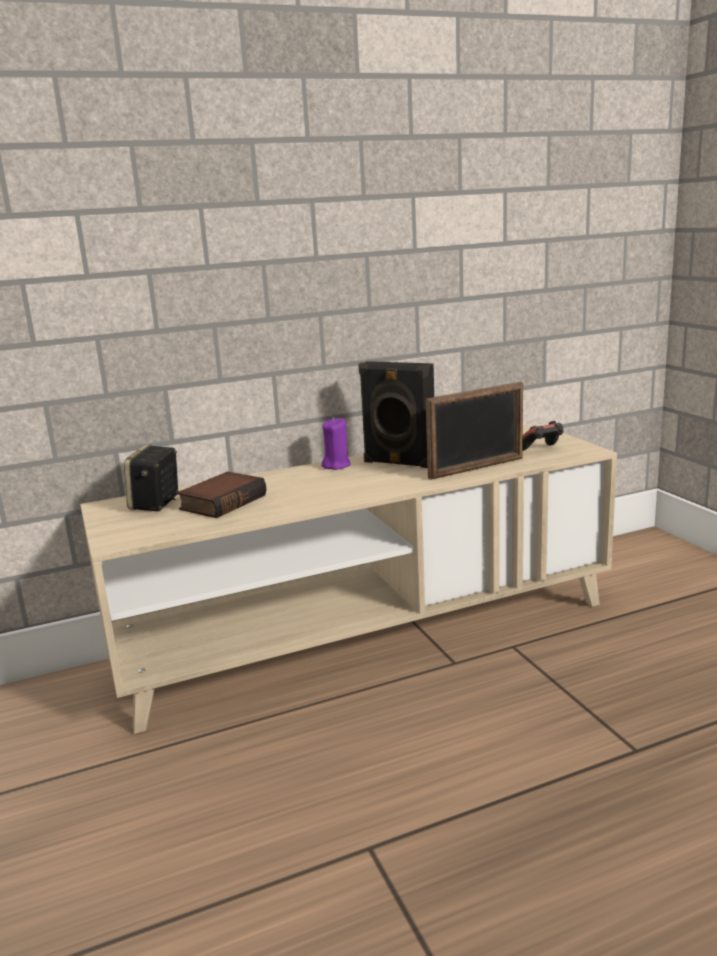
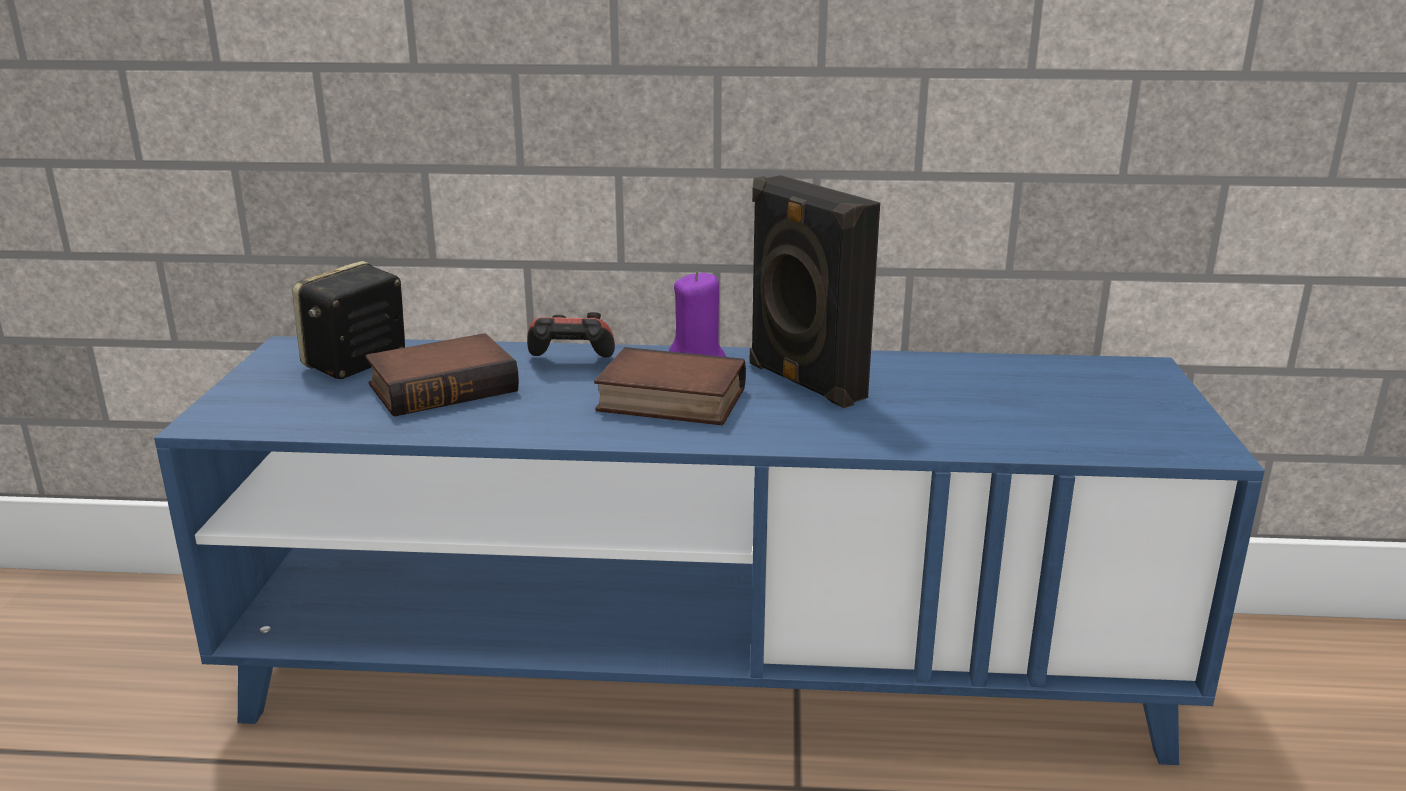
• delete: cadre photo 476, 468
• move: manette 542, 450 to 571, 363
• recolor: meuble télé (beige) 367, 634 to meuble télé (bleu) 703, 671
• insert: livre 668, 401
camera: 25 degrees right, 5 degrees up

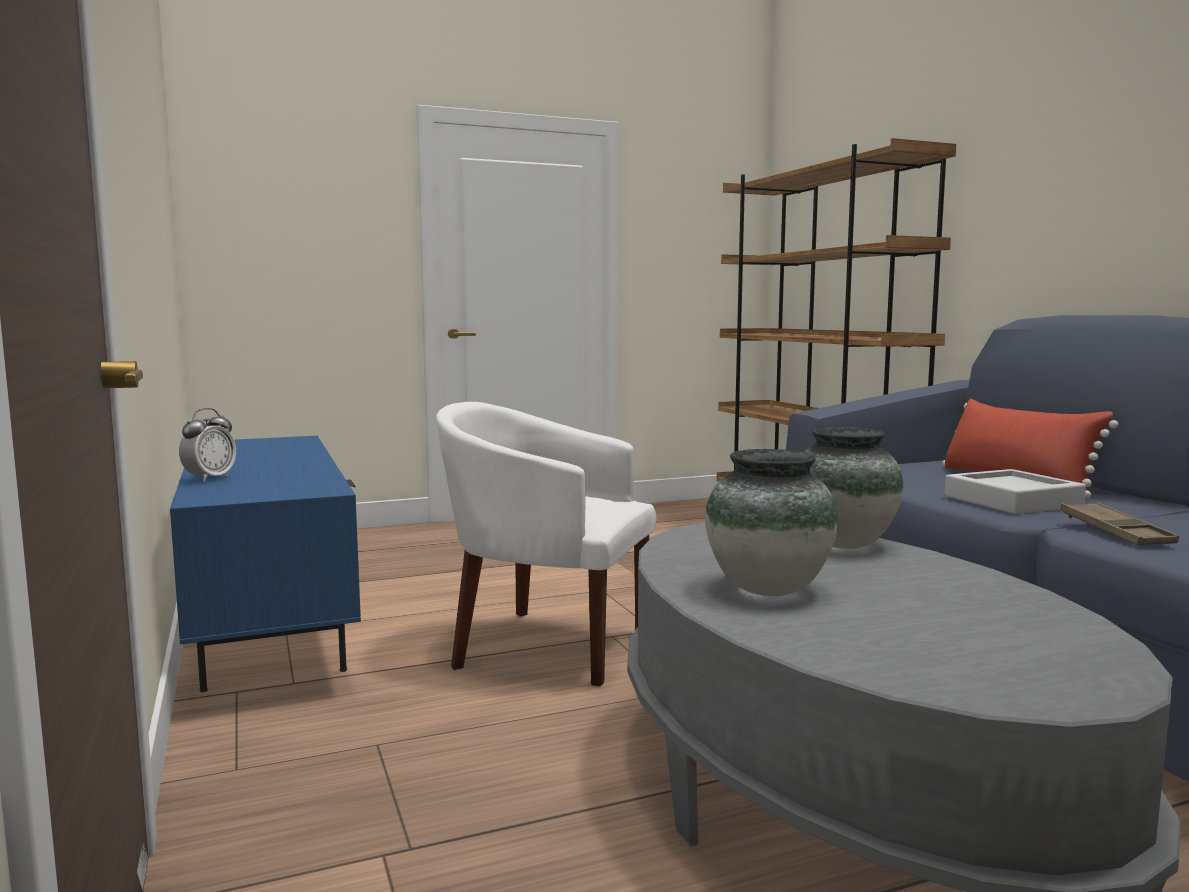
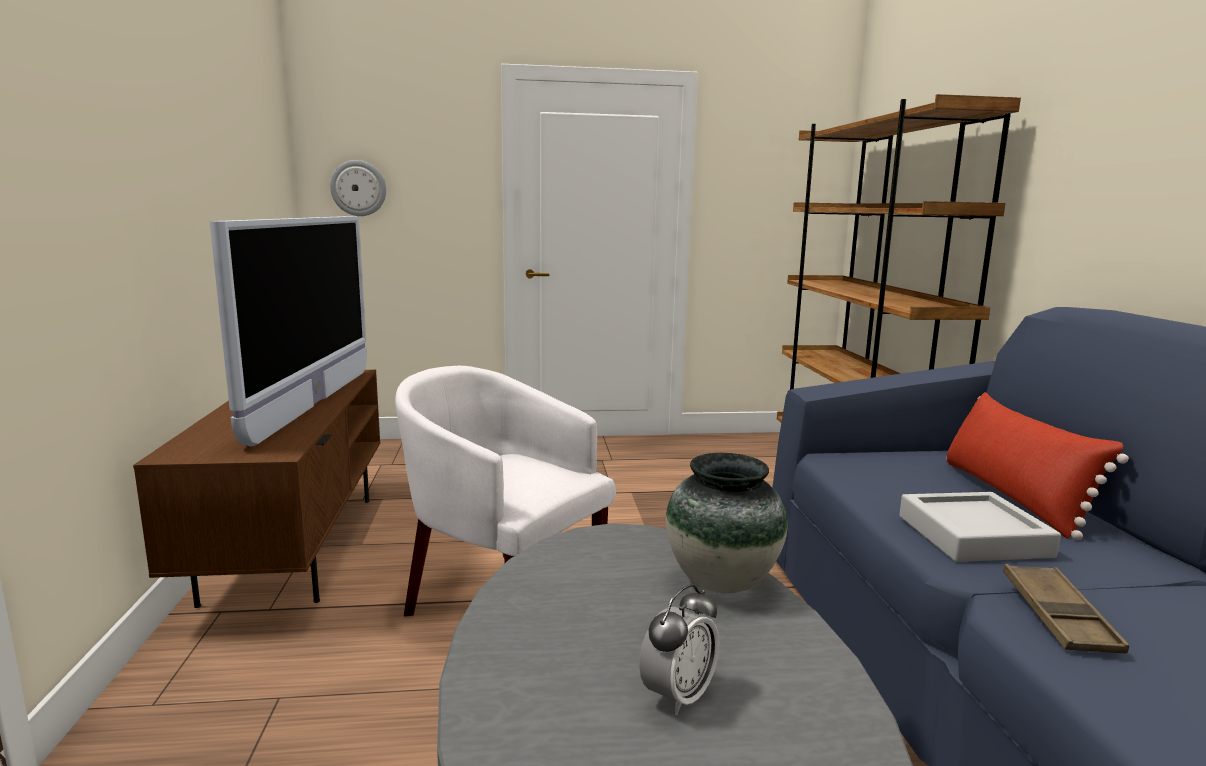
• move: réveil 210, 478 to 678, 695
• recolor: meuble télé (bleu) 268, 631 to meuble télé (marron) 294, 545
• delete: vase 767, 588
• insert: horloge murale 358, 188
• insert: téléviseur 314, 403
camera: 15 degrees right, 5 degrees up

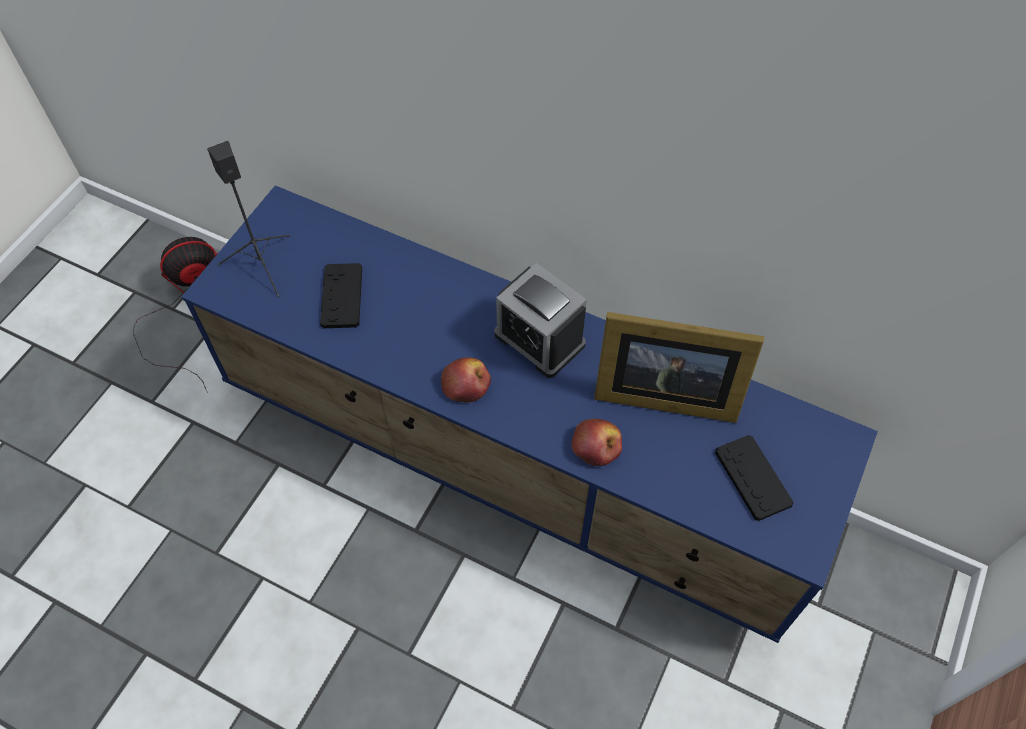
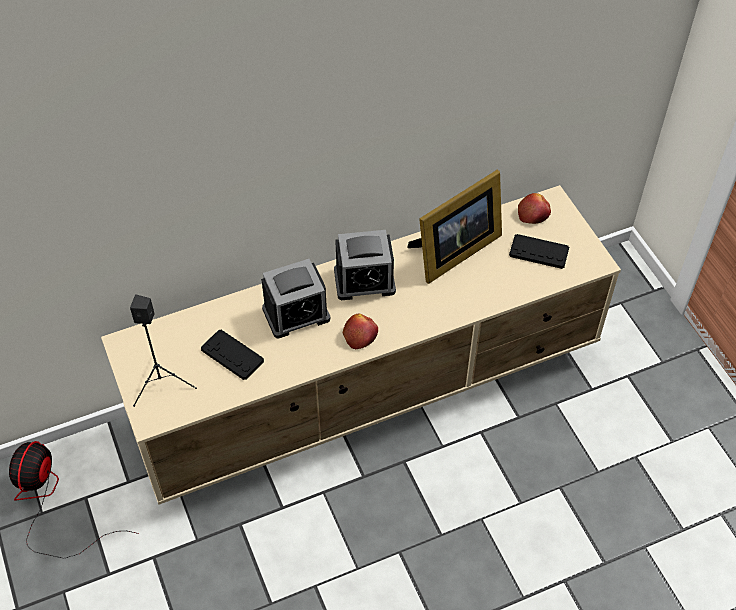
• recolor: meuble télé (bleu) 516, 464 to meuble télé (beige) 370, 392
• move: pomme 596, 446 to 533, 213
• insert: réveil 296, 314
camera: 50 degrees left, 5 degrees down

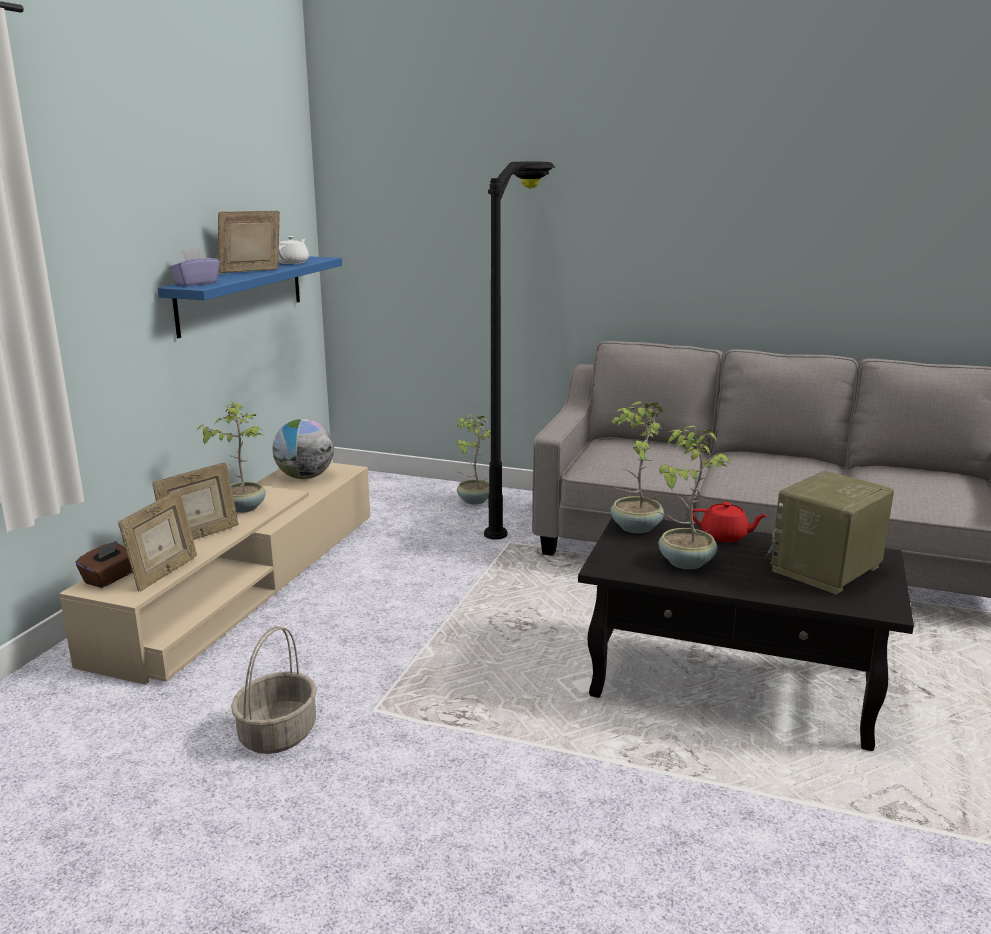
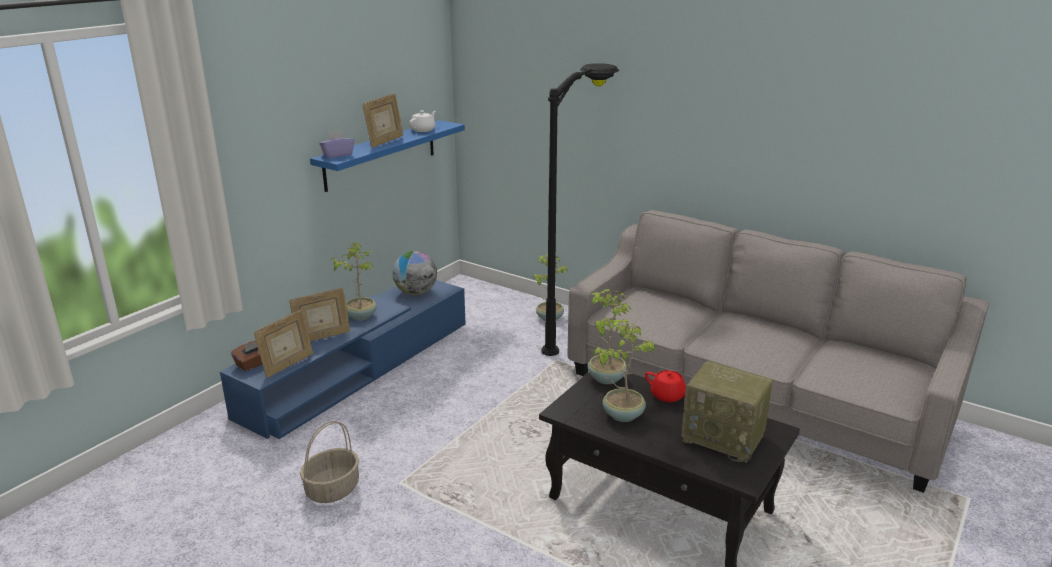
• rotate: cadre photo 251, 272 = 385, 142 150 degrees clockwise
• recolor: meuble télé (beige) 245, 582 to meuble télé (bleu) 359, 368
• rotate: radio 825, 570 = 724, 438 120 degrees counterclockwise
camera: 15 degrees right, 5 degrees up

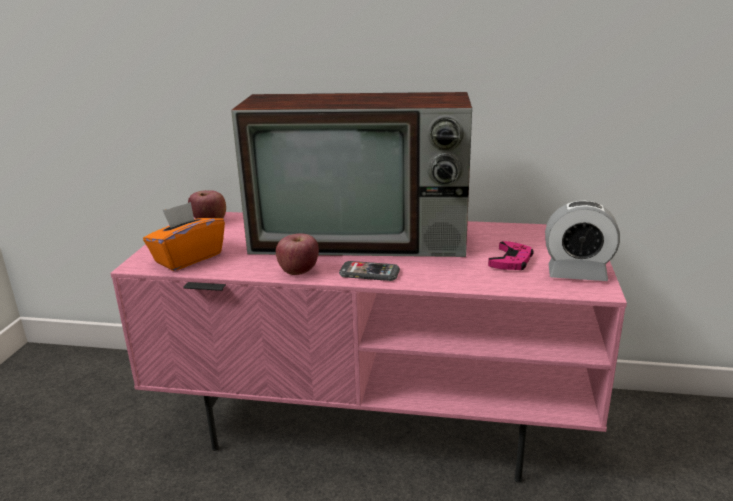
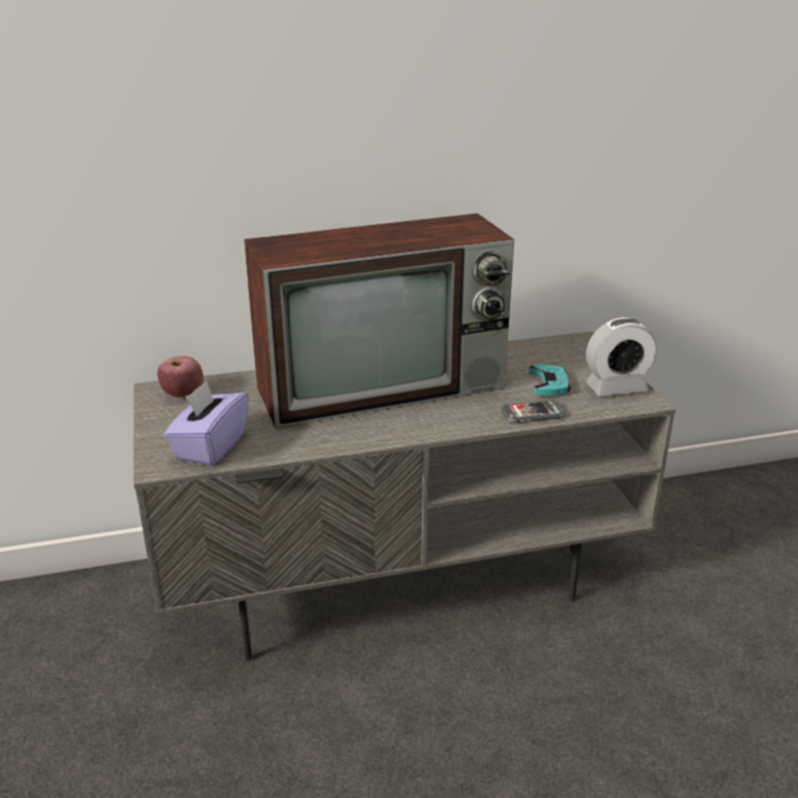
• recolor: boîte à mouchoirs (orange) 188, 258 to boîte à mouchoirs (violet) 210, 446
• recolor: meuble télé (rose) 374, 418 to meuble télé (gris) 399, 577
• delete: pomme 298, 271
• recolor: manette (rose) 511, 261 to manette (turquoise) 549, 385
• move: téléphone 369, 273 to 532, 414
camera: 25 degrees left, 5 degrees up

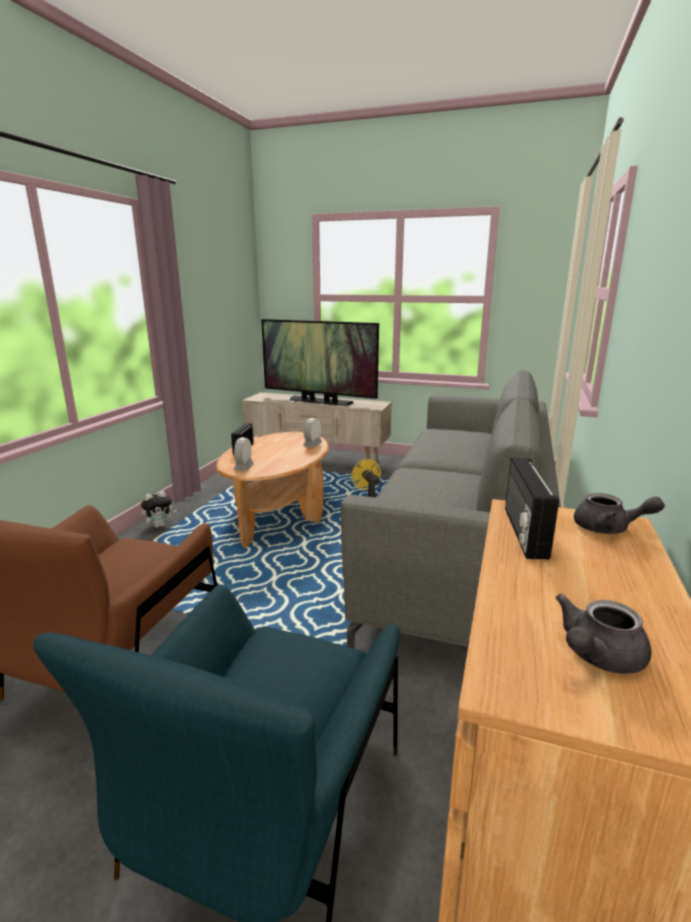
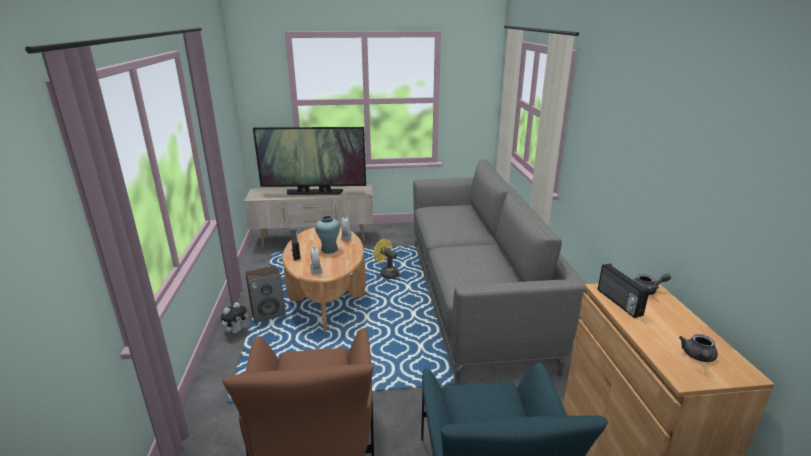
• insert: vase (turquoise) 329, 249
• insert: enceinte 268, 313
camera: 25 degrees left, 5 degrees up

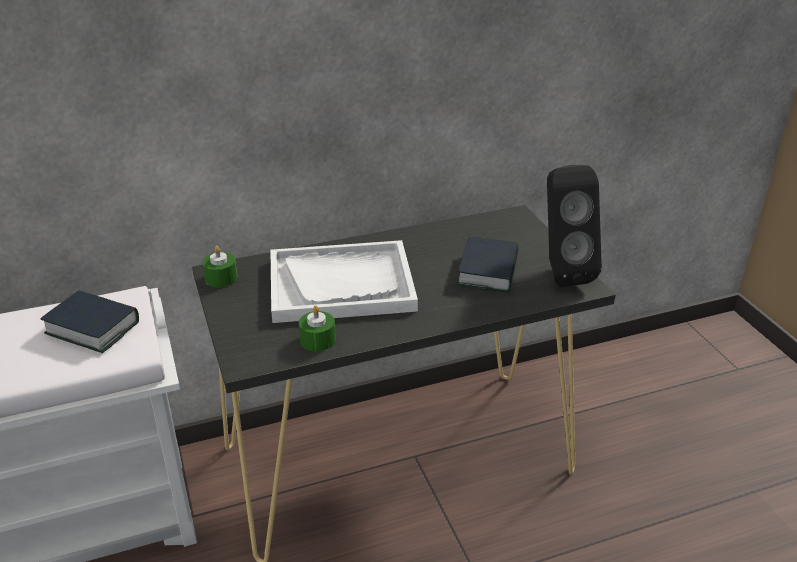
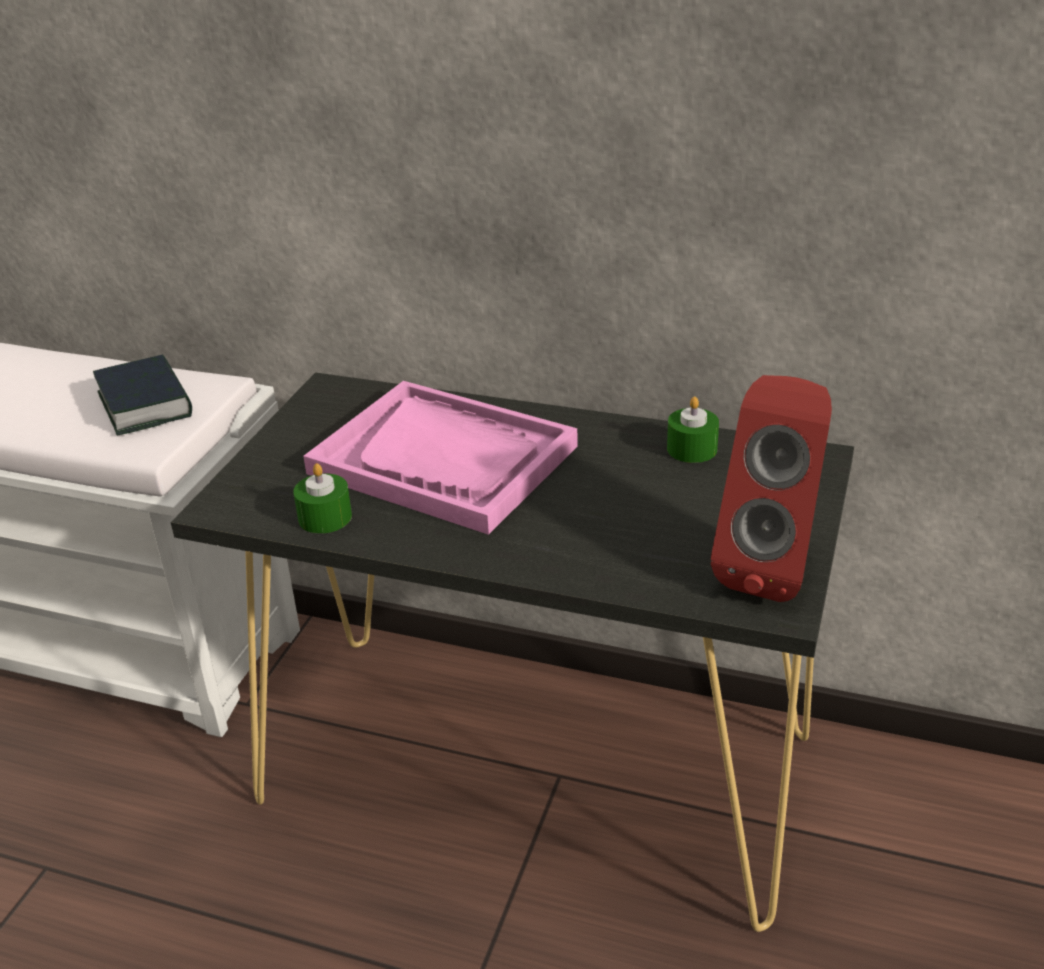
• recolor: enceinte (noir) 561, 271 to enceinte (rouge) 772, 567
• delete: livre 488, 271
• recolor: plateau (blanc) 341, 284 to plateau (rose) 444, 460
• move: bougie (vert) 221, 278 to 692, 449
camera: 40 degrees right, 0 degrees up

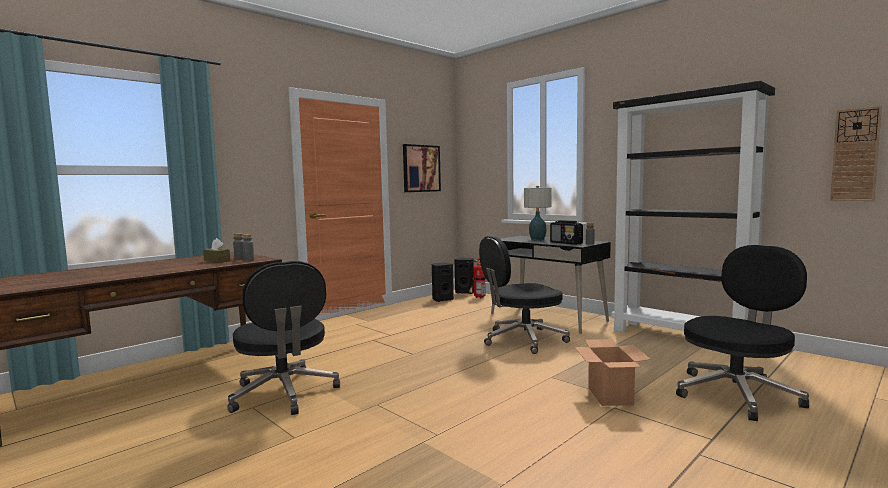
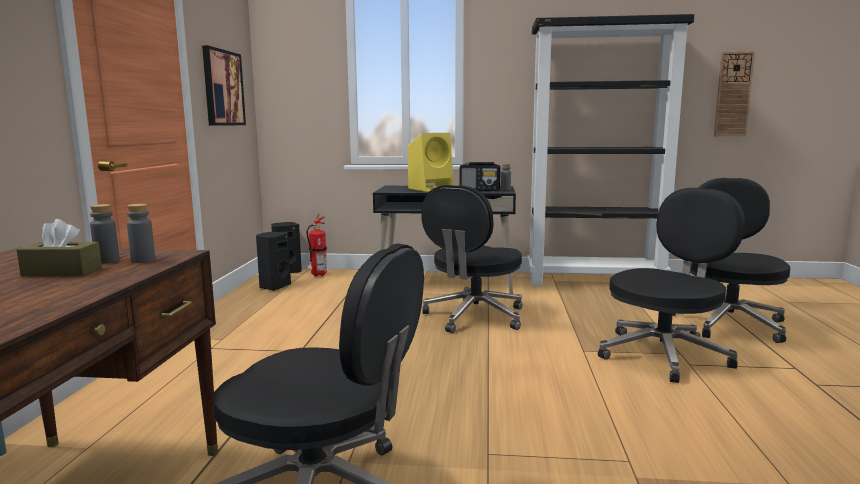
• replace: lampe de table 537, 240 to enceinte (jaune) 431, 189
• replace: carton 610, 396 to chaise de bureau (noir) 665, 354
camera: 40 degrees left, 5 degrees up

